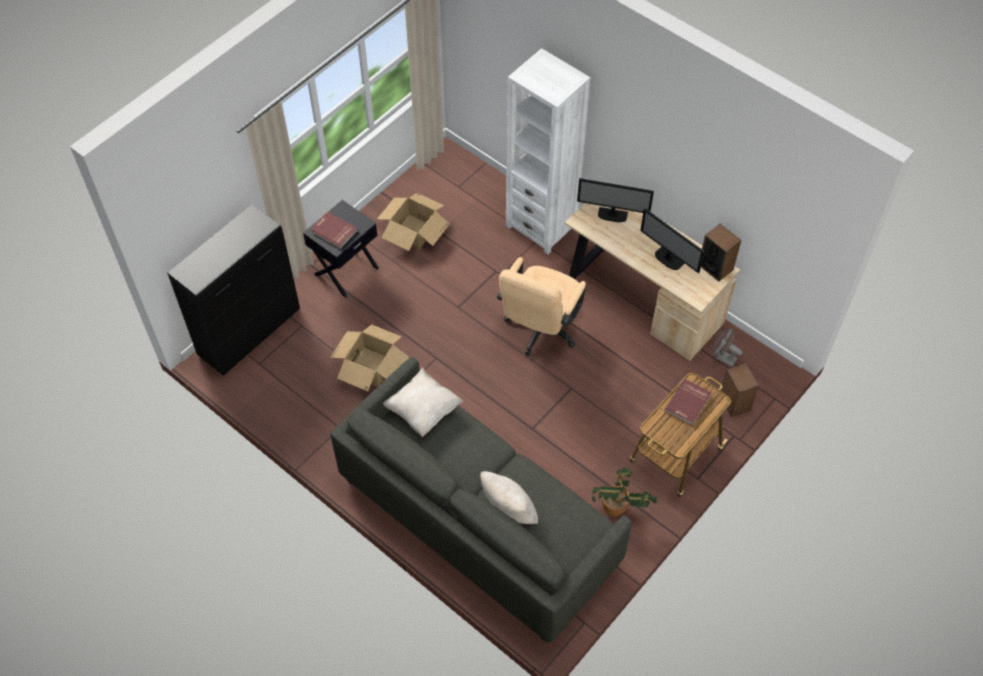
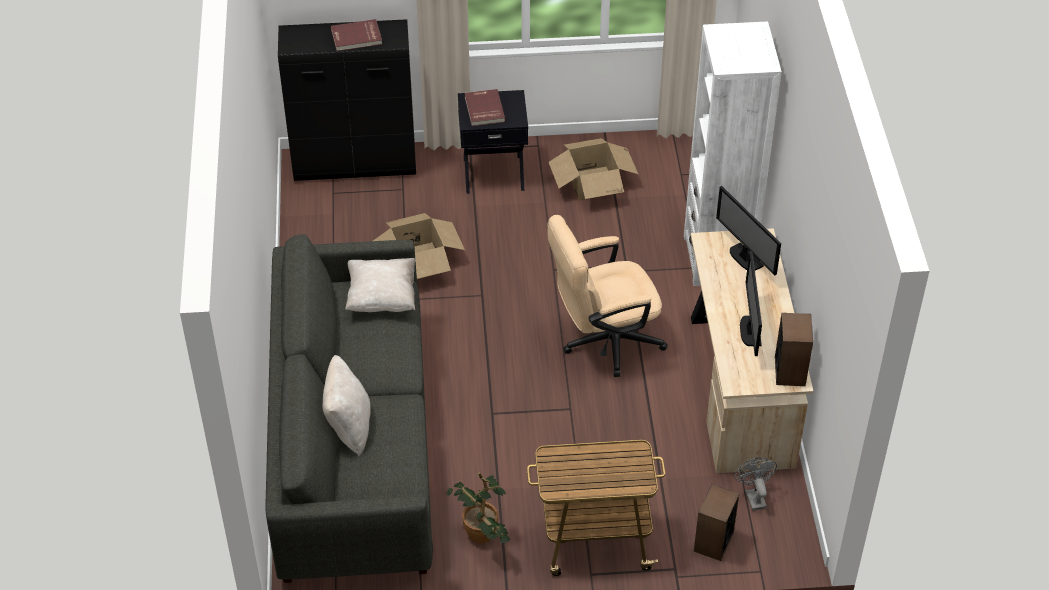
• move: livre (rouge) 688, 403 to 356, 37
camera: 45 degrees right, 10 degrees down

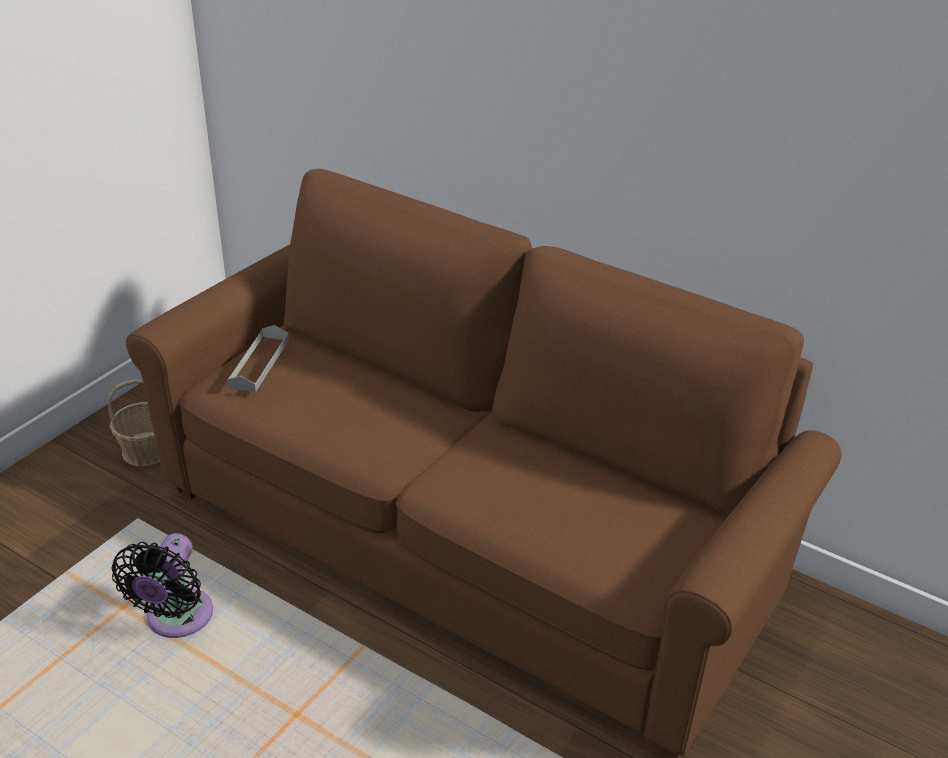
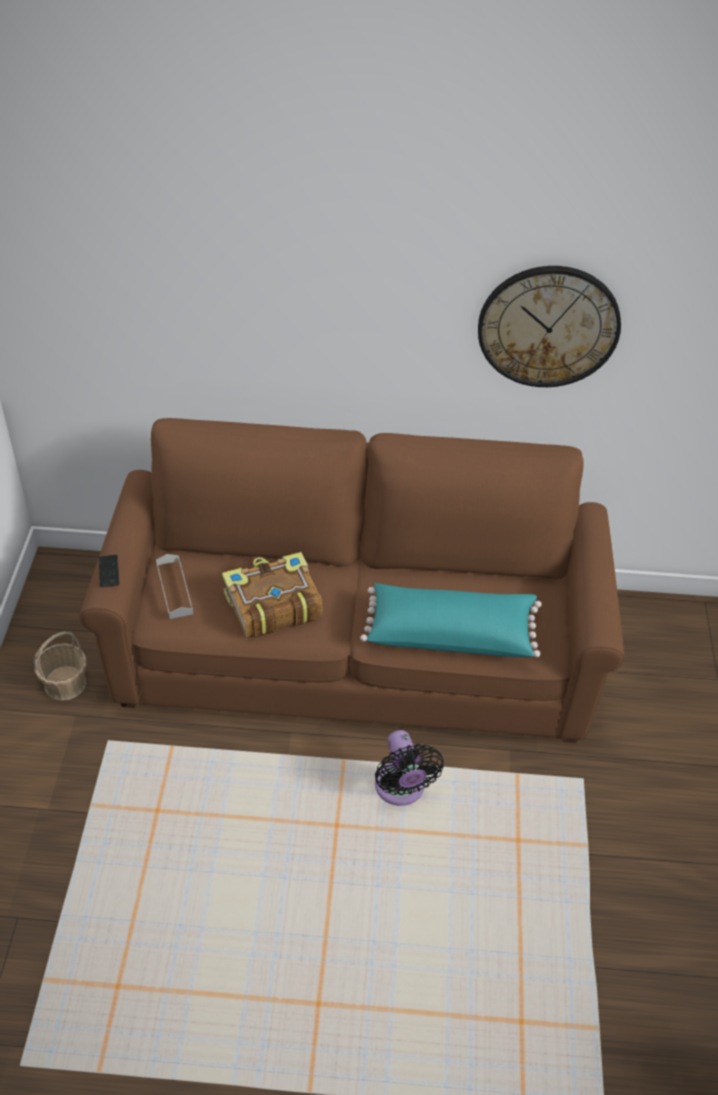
• move: ventilateur (noir) 176, 619 to 401, 789
• insert: horloge murale 548, 326
• insert: livre 271, 605
• insert: téléphone 109, 572
• insert: coussin (turquoise) 450, 633
camera: 30 degrees left, 10 degrees up

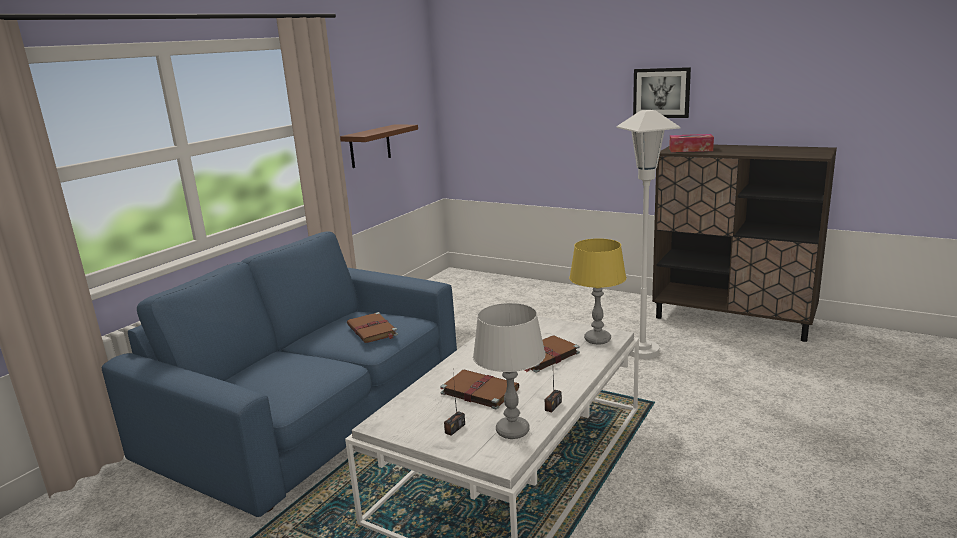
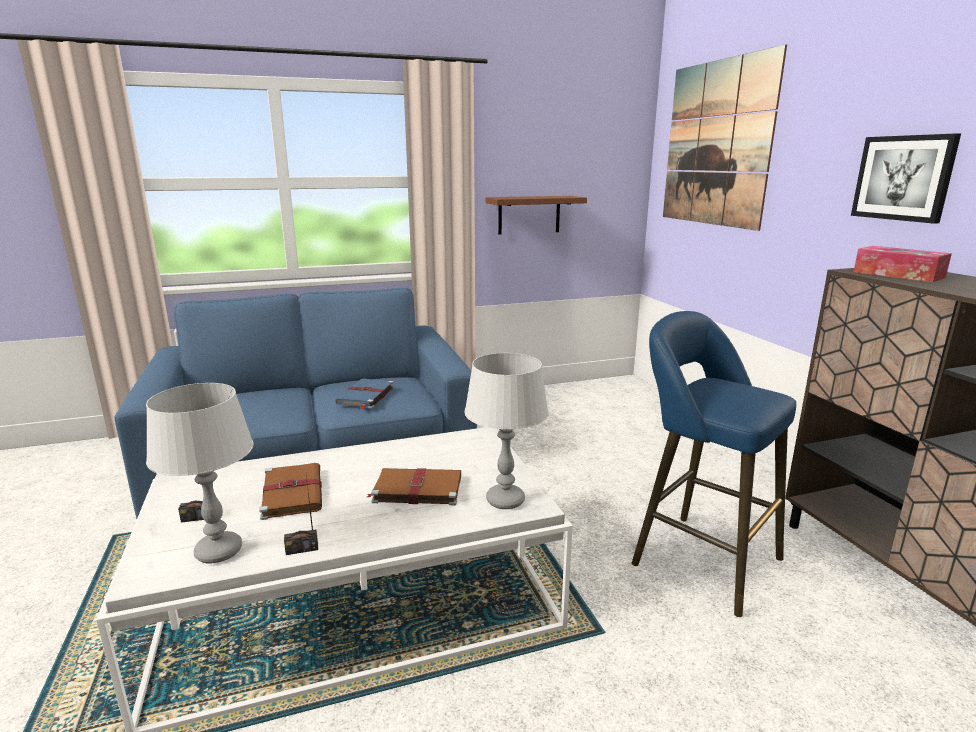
• replace: lampadaire (blanc) 642, 351 to tabouret (bleu) 698, 558
• recolor: lampe de table (jaune) 597, 339 to lampe de table (gris) 505, 500
• recolor: livre (marron) 372, 330 to livre (bleu) 365, 396
• insert: tableau 716, 144
camera: 40 degrees right, 0 degrees up

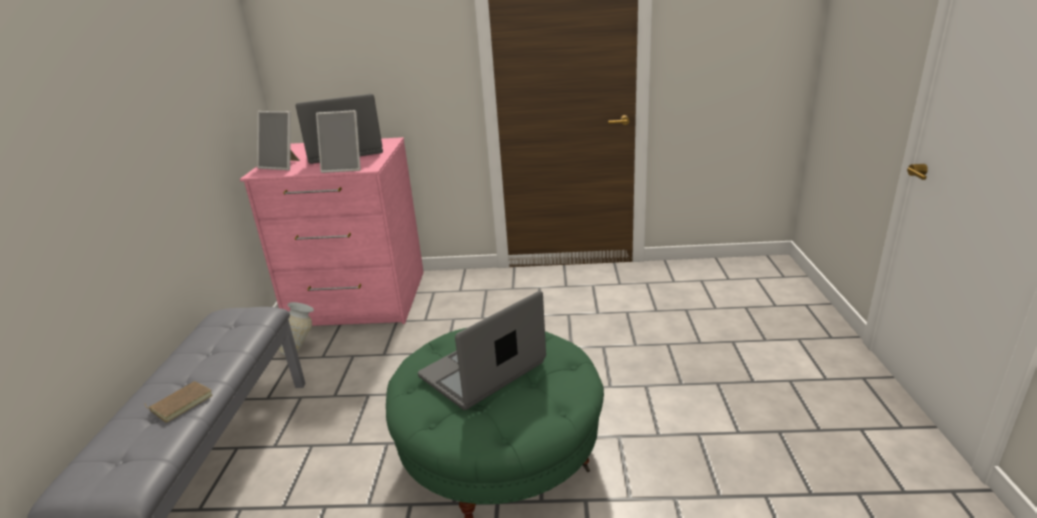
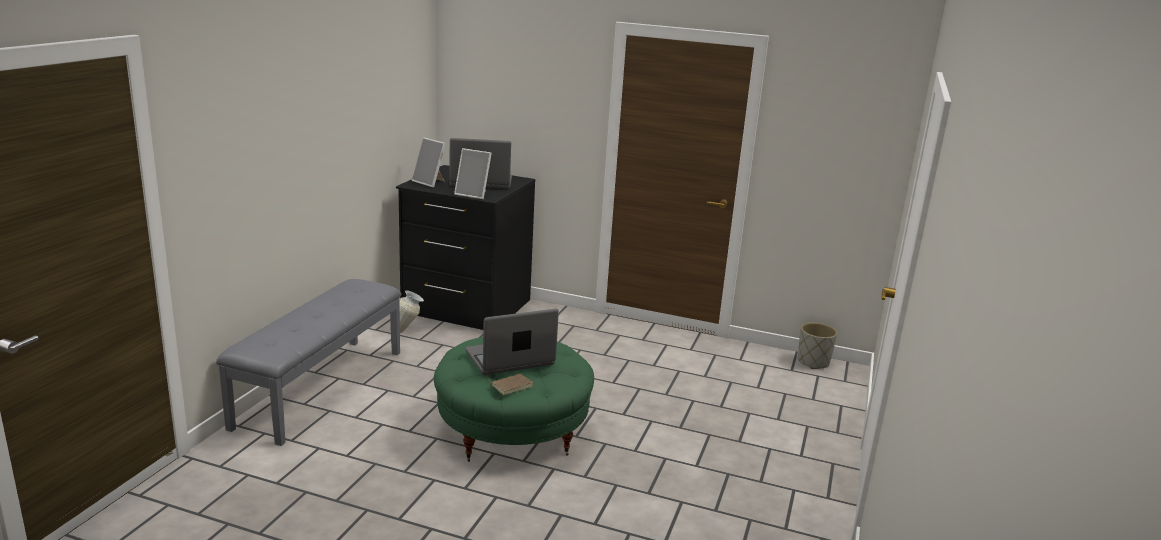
• recolor: commode (rose) 358, 300 to commode (noir) 466, 307
• move: livre (marron) 181, 403 to 511, 385
• insert: cache-pot (gris) 813, 362
camera: 15 degrees right, 5 degrees down

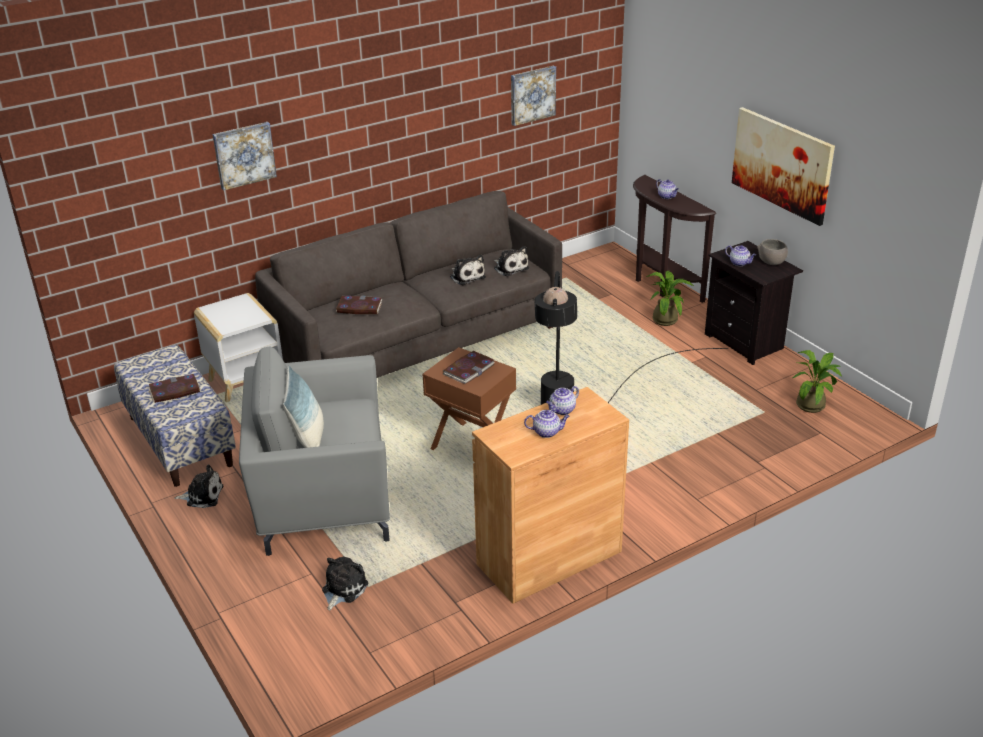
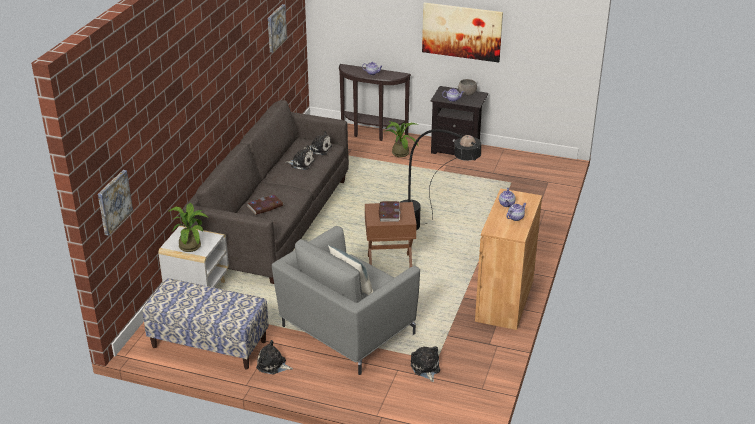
• move: tableau 244, 155 to 114, 202
• move: plante en pot 813, 404 to 191, 245
• delete: livre 174, 391
• rotate: peluche 202, 495 = 273, 365 120 degrees counterclockwise
camera: 40 degrees left, 0 degrees up

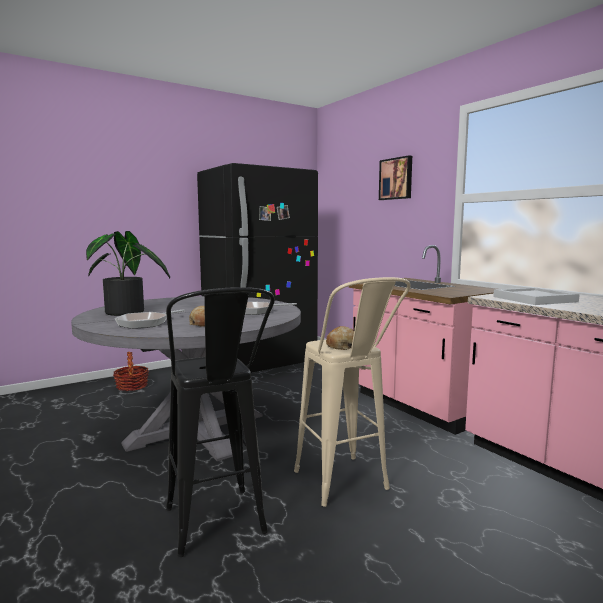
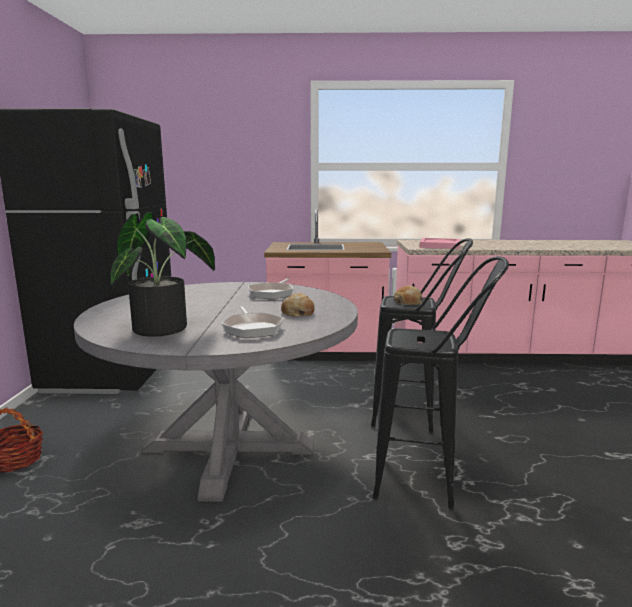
• delete: tableau 396, 179
• recolor: tabouret (beige) 347, 488 to tabouret (noir) 415, 417
• recolor: plateau (blanc) 536, 299 to plateau (rose) 440, 245
camera: 55 degrees left, 5 degrees up

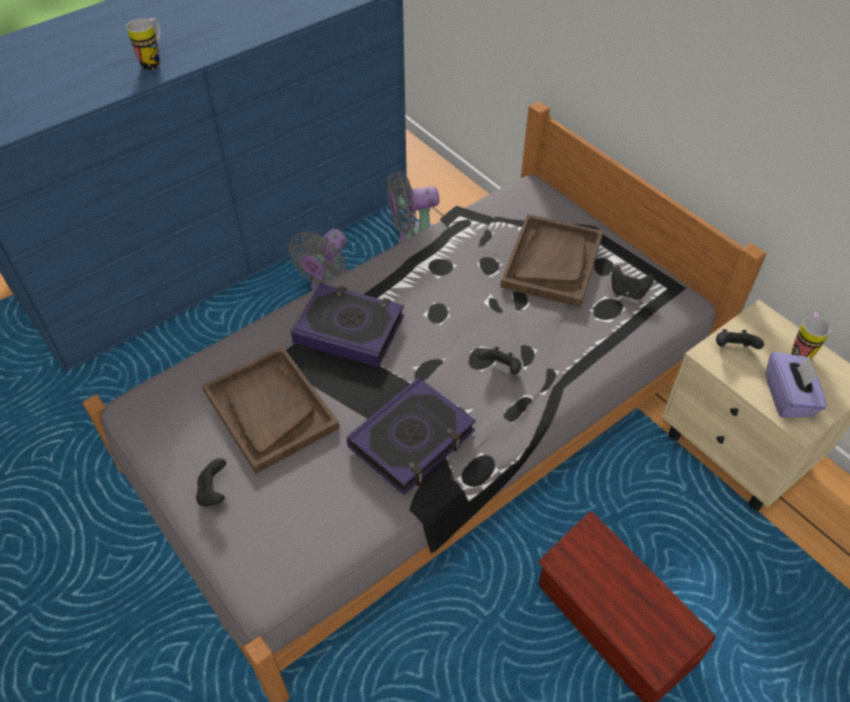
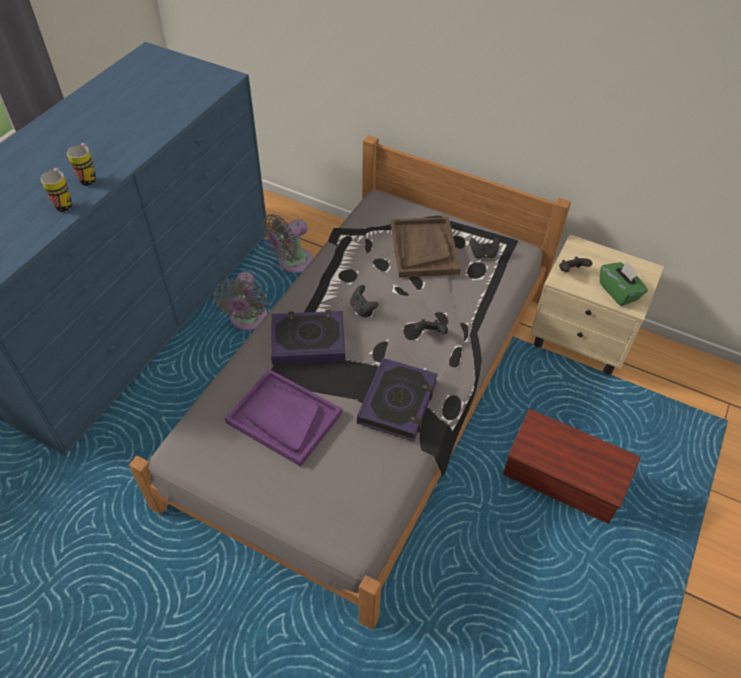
• move: mug 801, 350 to 64, 203
• recolor: plateau (marron) 270, 409 to plateau (violet) 284, 418
• recolor: boîte à mouchoirs (violet) 788, 397 to boîte à mouchoirs (vert) 618, 292
• move: manette (noir) 214, 492 to 362, 308
camera: 25 degrees left, 0 degrees up

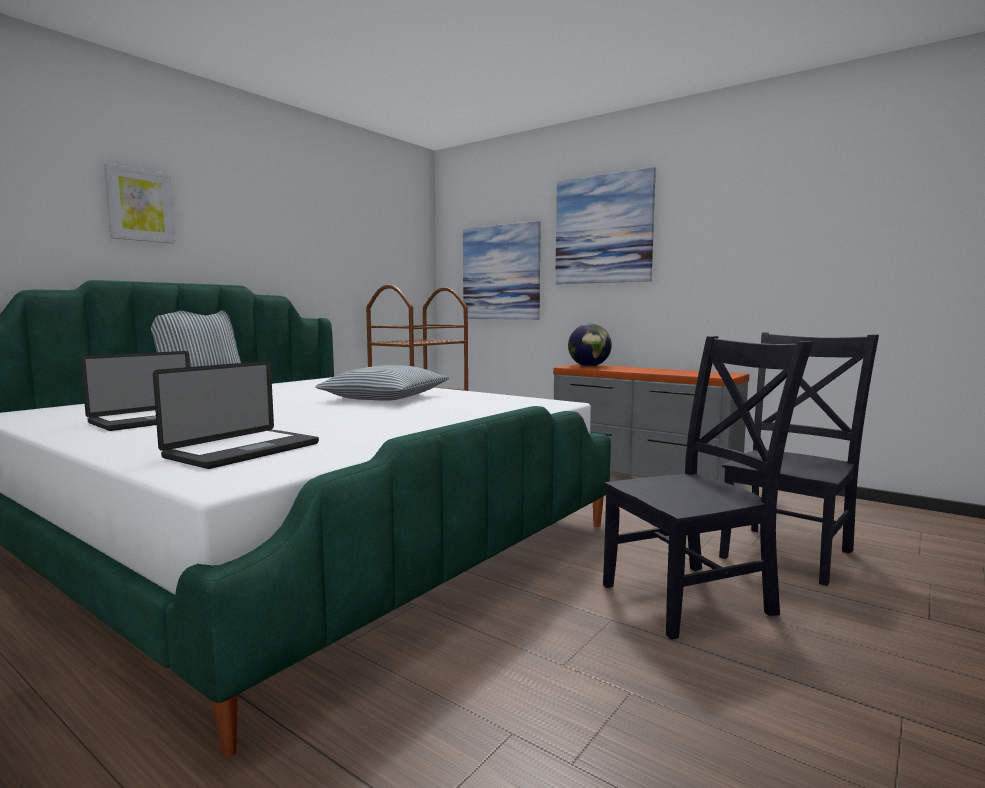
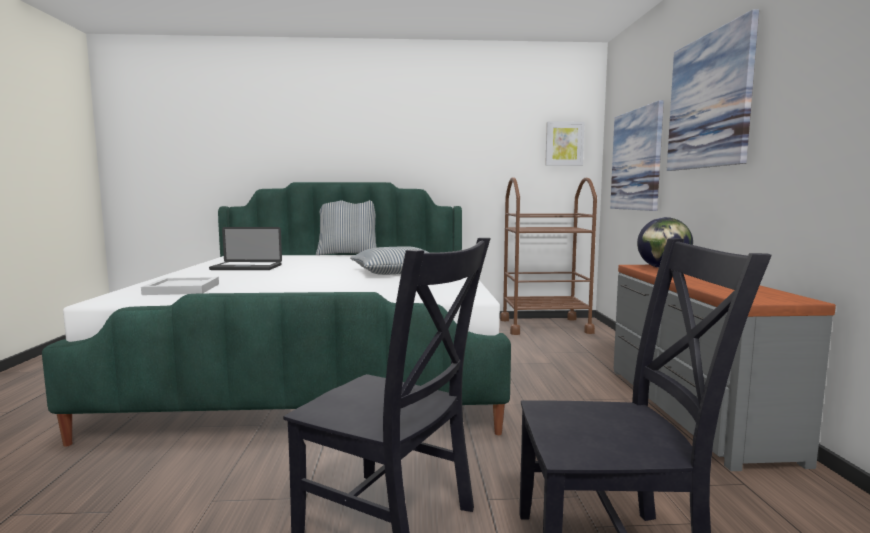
• move: tableau 140, 205 to 564, 144
• replace: ordinateur portable 243, 450 to plateau (blanc) 183, 289
camera: 50 degrees right, 0 degrees up

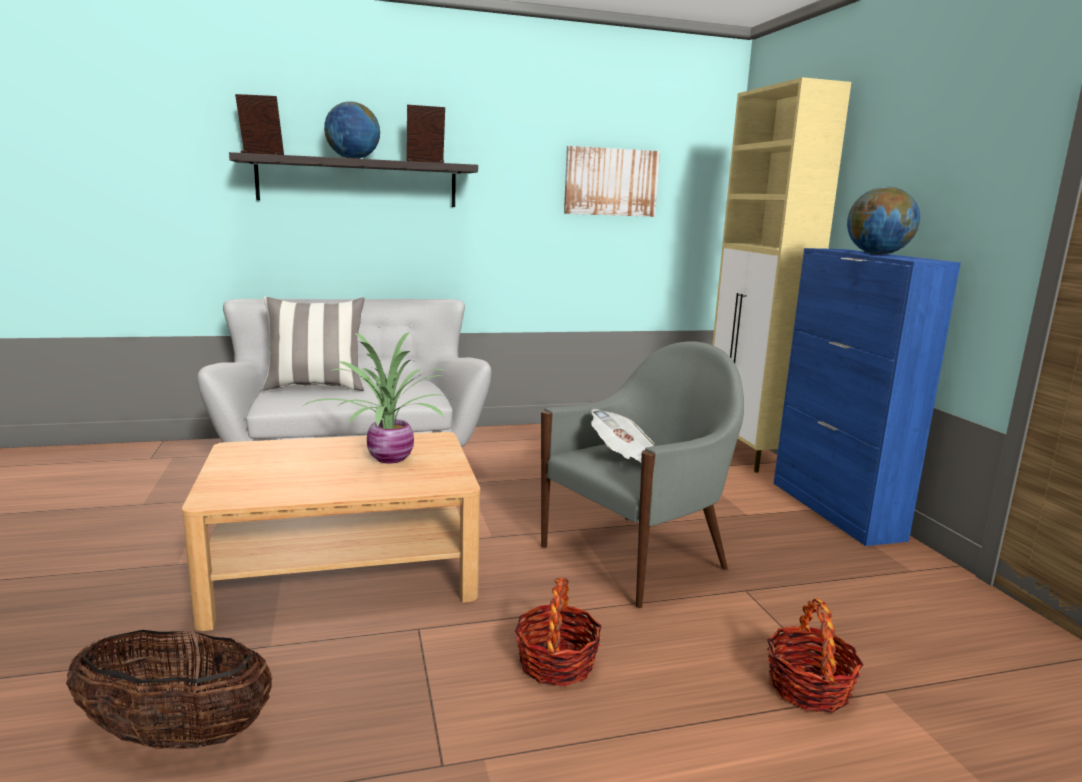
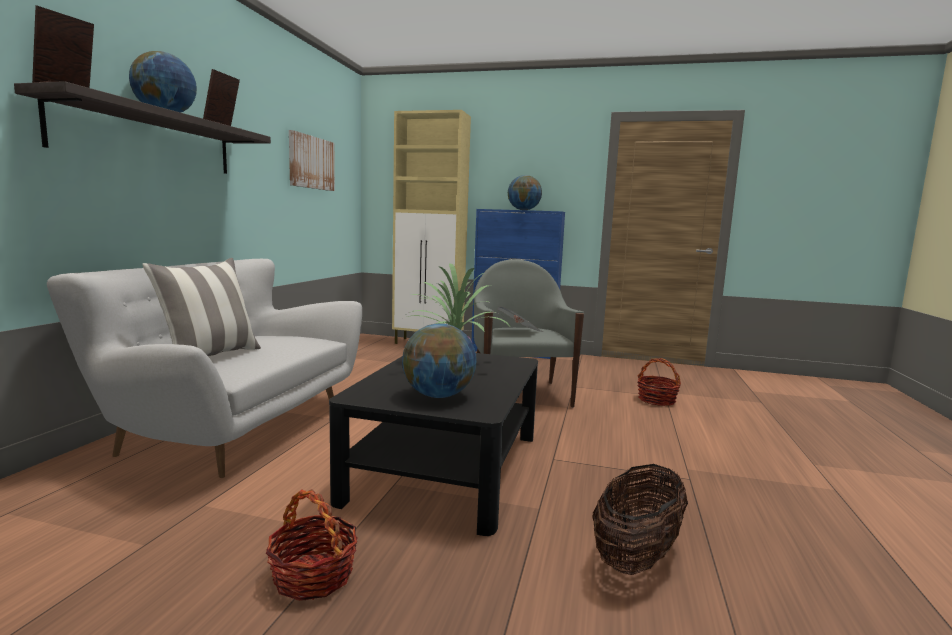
• recolor: table basse (beige) 343, 568 to table basse (noir) 446, 466
• move: panier 556, 663 to 313, 576
• insert: globe 438, 396
camera: 60 degrees left, 5 degrees down

